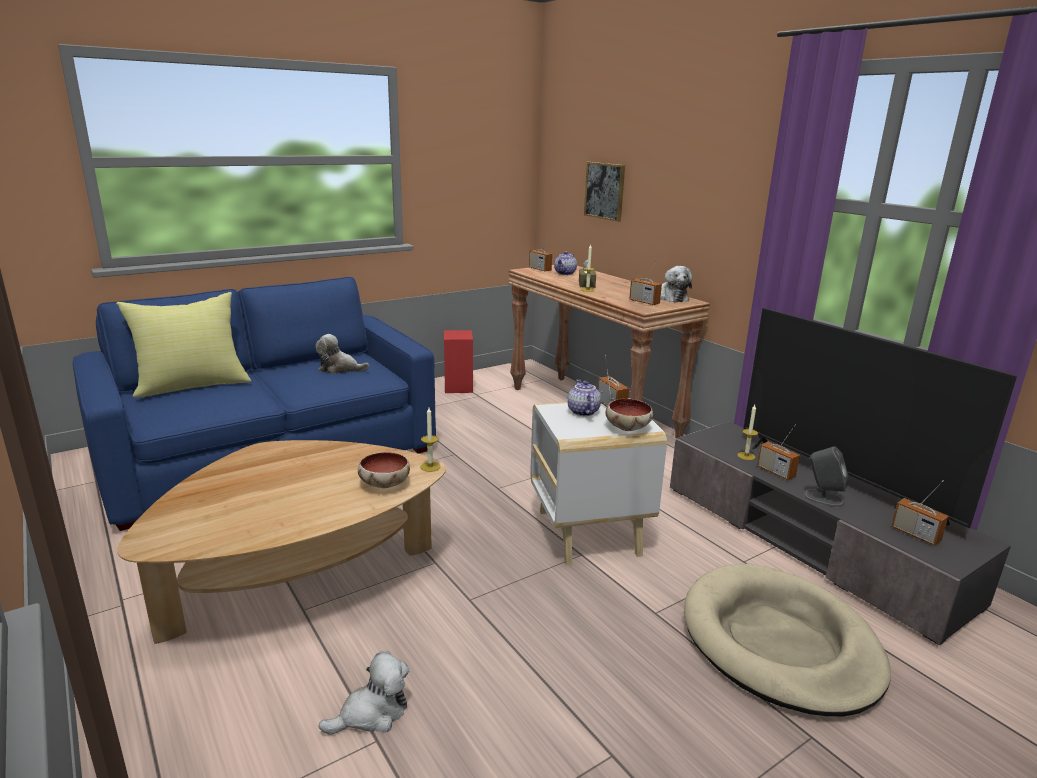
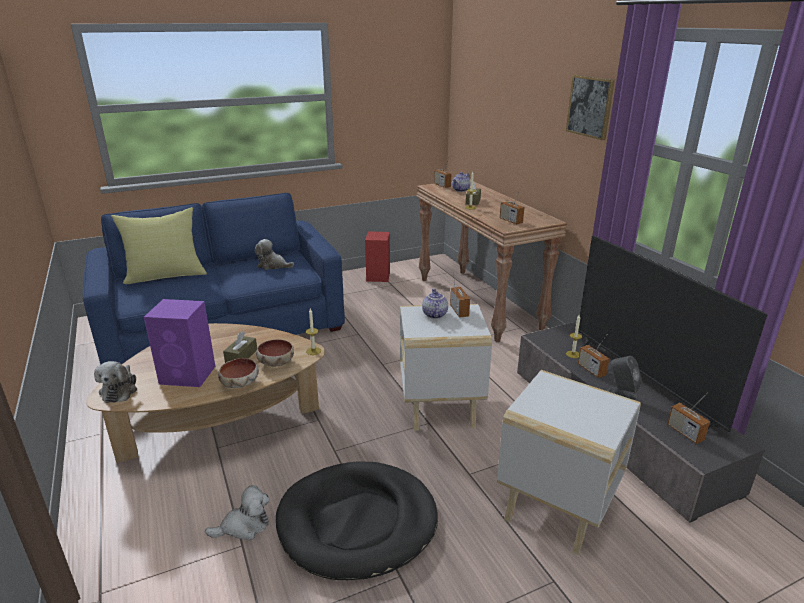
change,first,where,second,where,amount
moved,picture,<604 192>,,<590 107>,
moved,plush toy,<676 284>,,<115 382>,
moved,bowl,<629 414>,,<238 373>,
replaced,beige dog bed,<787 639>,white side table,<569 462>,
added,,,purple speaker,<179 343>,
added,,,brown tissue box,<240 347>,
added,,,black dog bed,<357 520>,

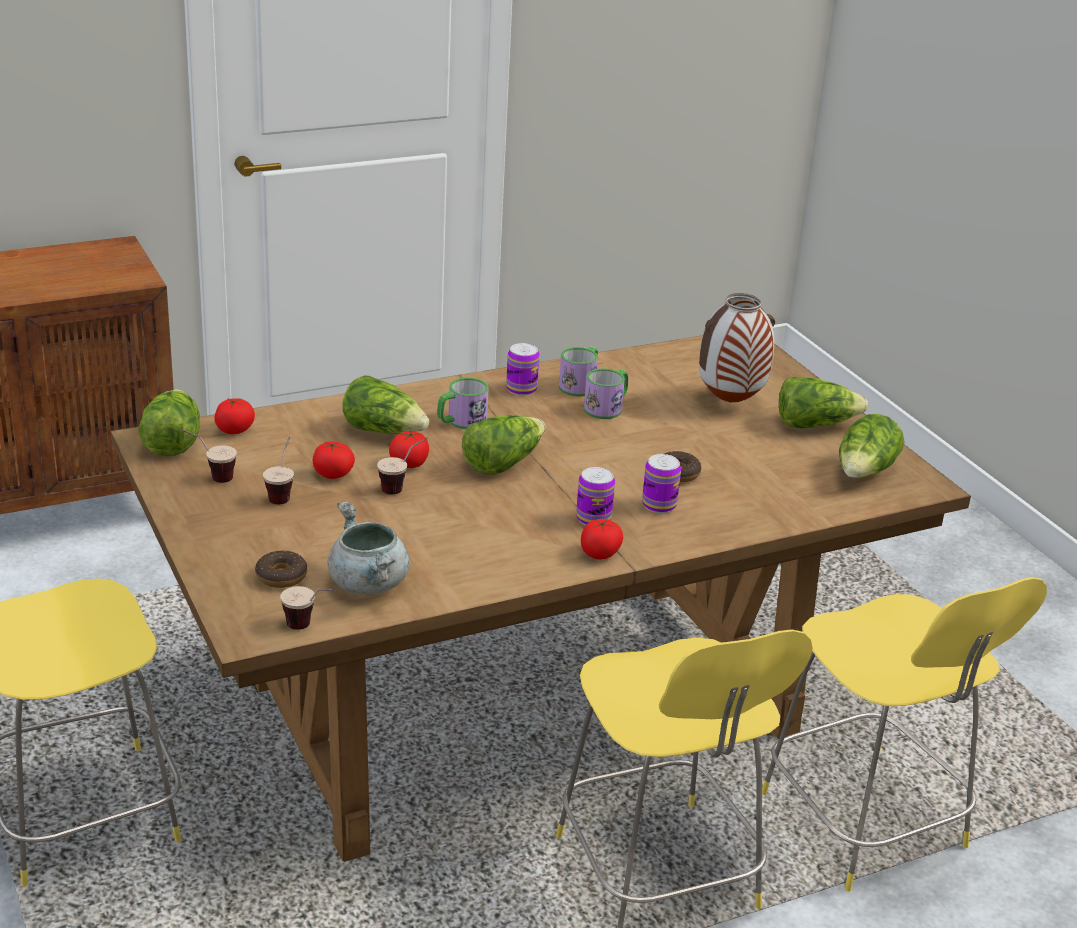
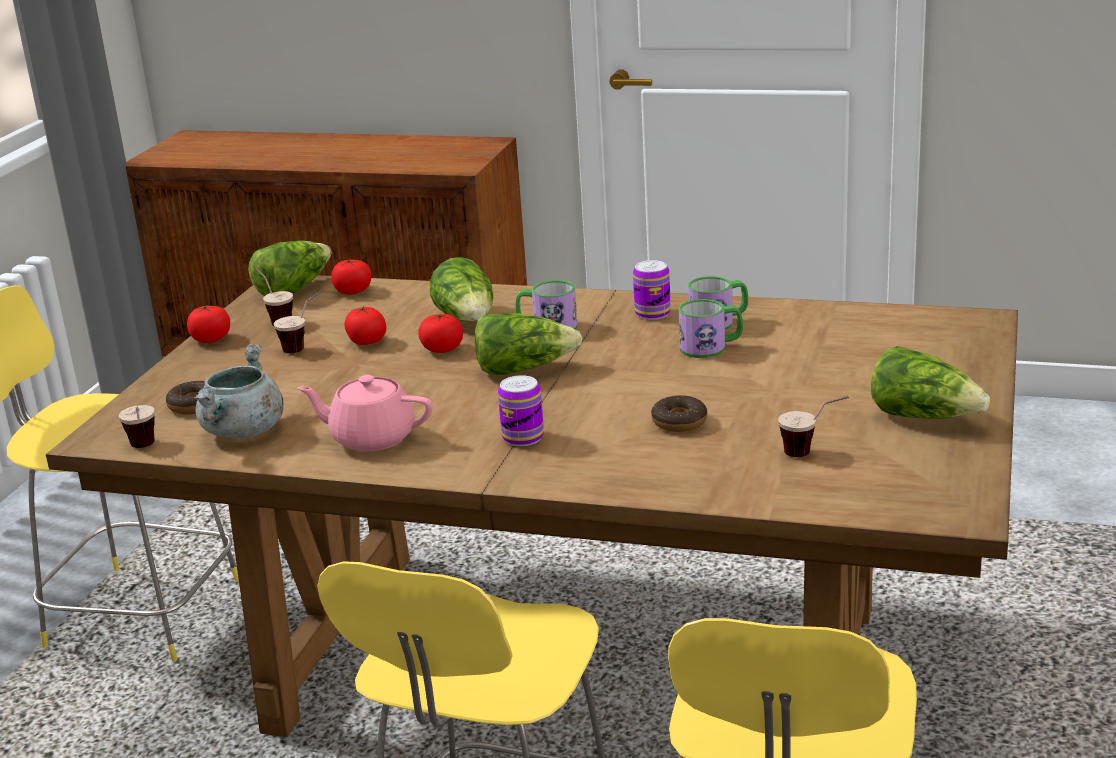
change,first,where,second,where,amount
removed,vase,<737 348>,,,
removed,lettuce,<872 446>,,,
moved,cup,<402 466>,,<813 426>,
removed,can,<661 483>,,,
moved,tomato,<602 539>,,<208 324>,
added,,,pink teapot,<365 413>,

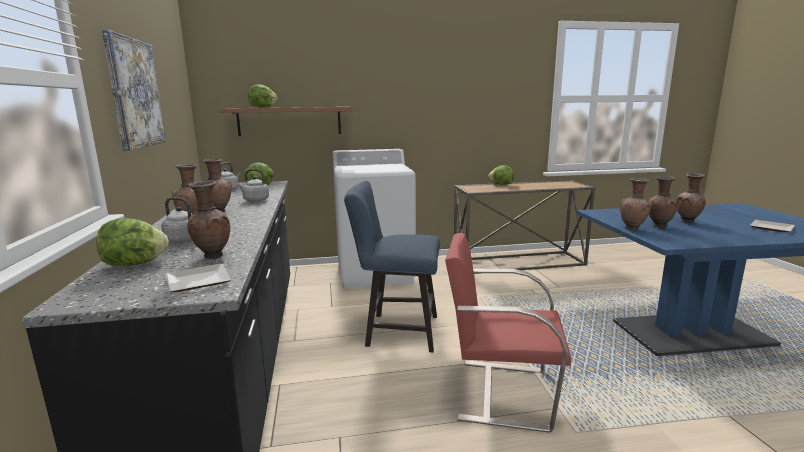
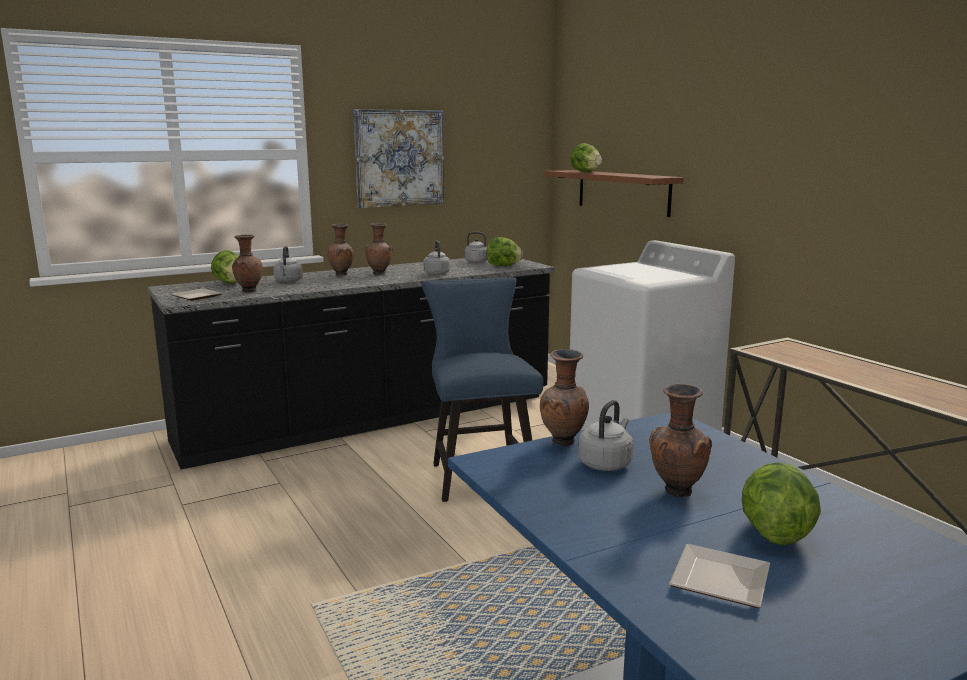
change,first,where,second,where,amount
moved,lettuce,<501 175>,,<781 503>,
replaced,brown vase,<663 202>,grey kettle,<605 435>,
removed,red chair,<508 333>,,,

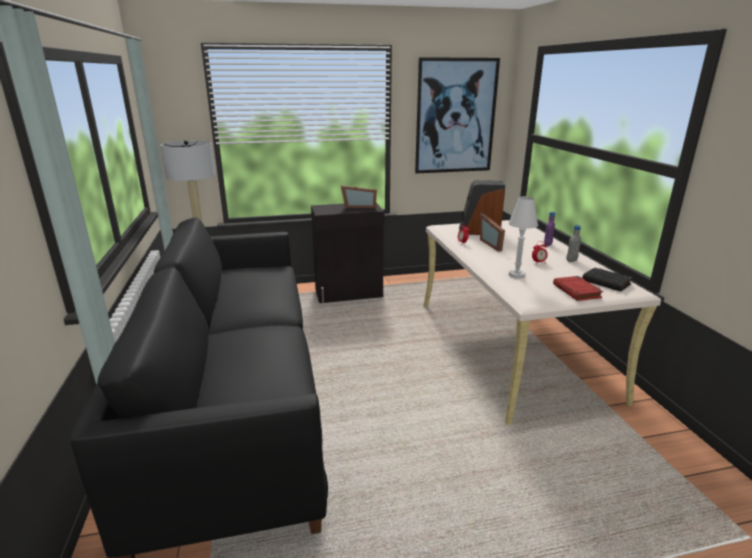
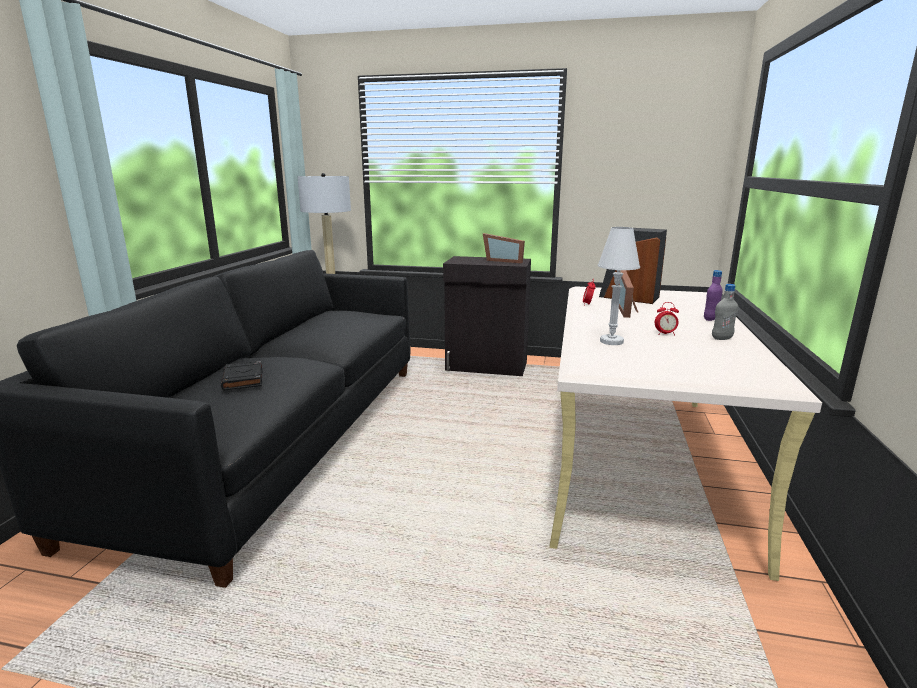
change,first,where,second,where,amount
removed,picture,<457 115>,,,
moved,black book,<607 280>,,<241 375>,
removed,red book,<578 288>,,,

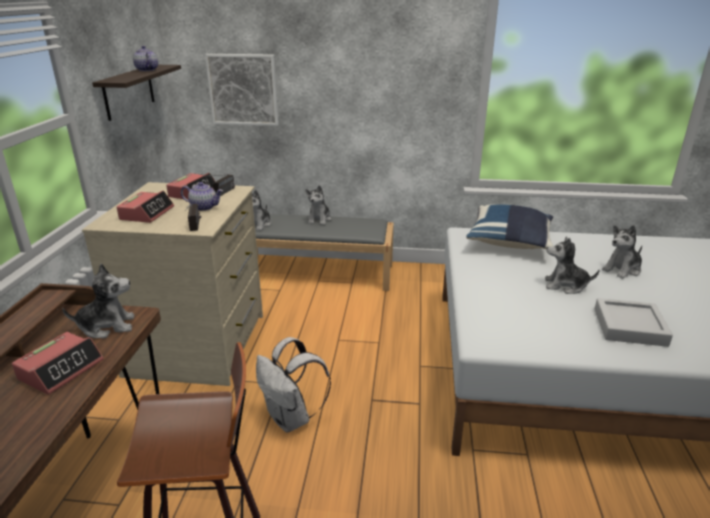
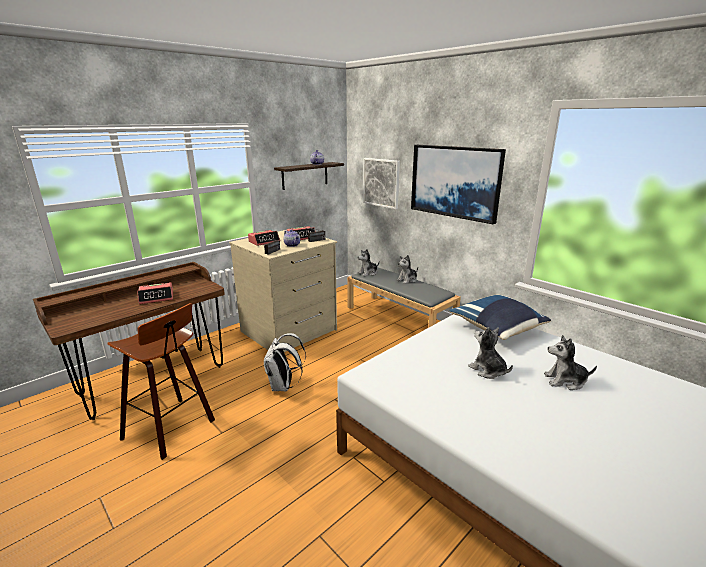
change,first,where,second,where,amount
removed,plush toy,<98 300>,,,
removed,grey tray,<634 322>,,,
added,,,picture,<458 184>,

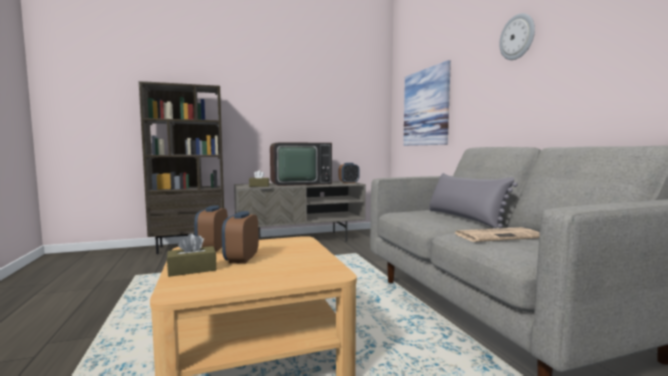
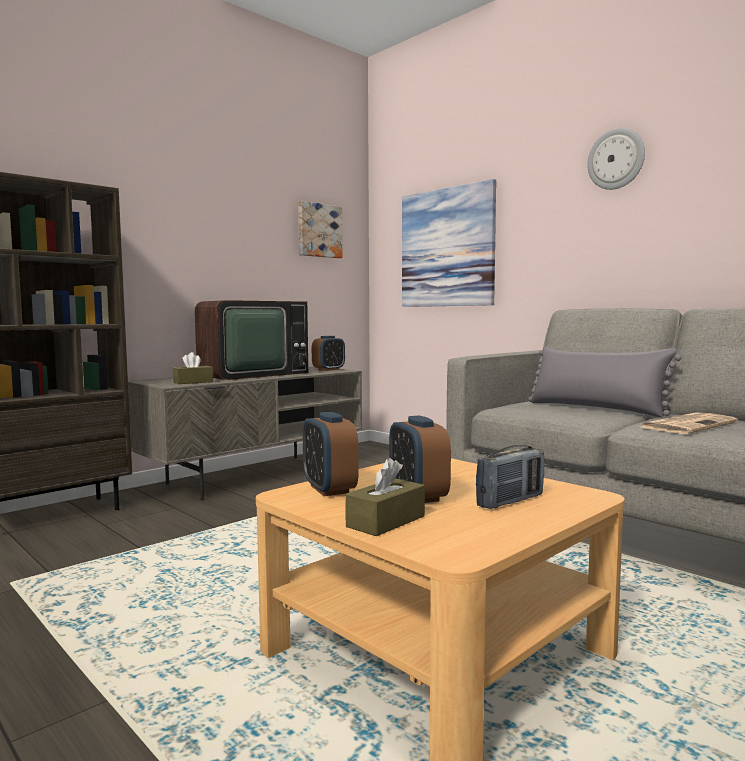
change,first,where,second,where,amount
added,,,picture,<320 229>,
added,,,radio,<510 477>,

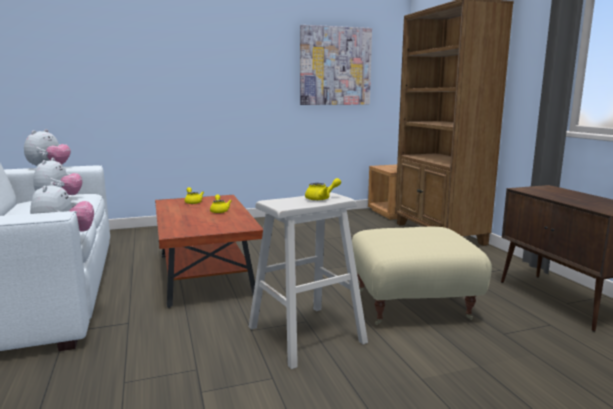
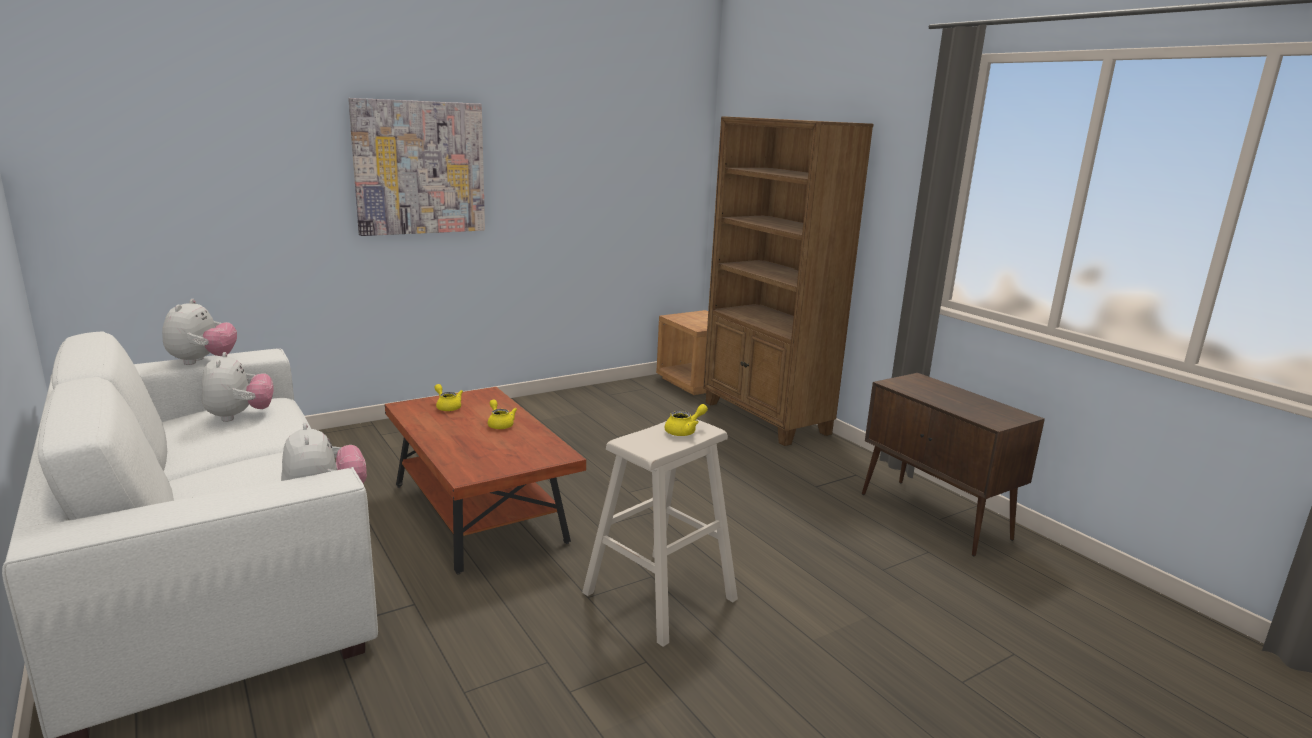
change,first,where,second,where,amount
moved,picture,<336 65>,,<416 167>,
removed,beige ottoman,<422 276>,,,

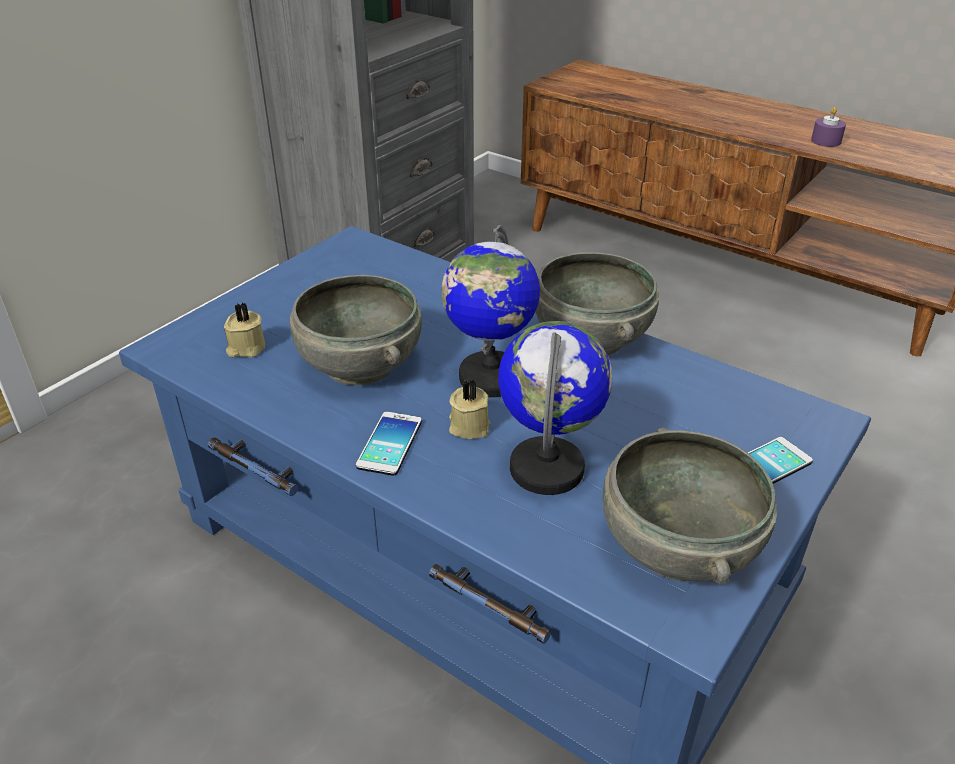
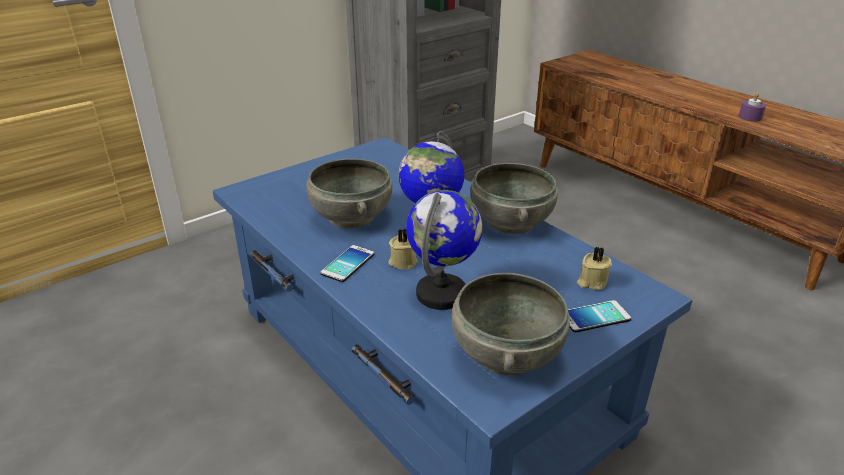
change,first,where,second,where,amount
moved,beige candle,<244 330>,,<594 268>,

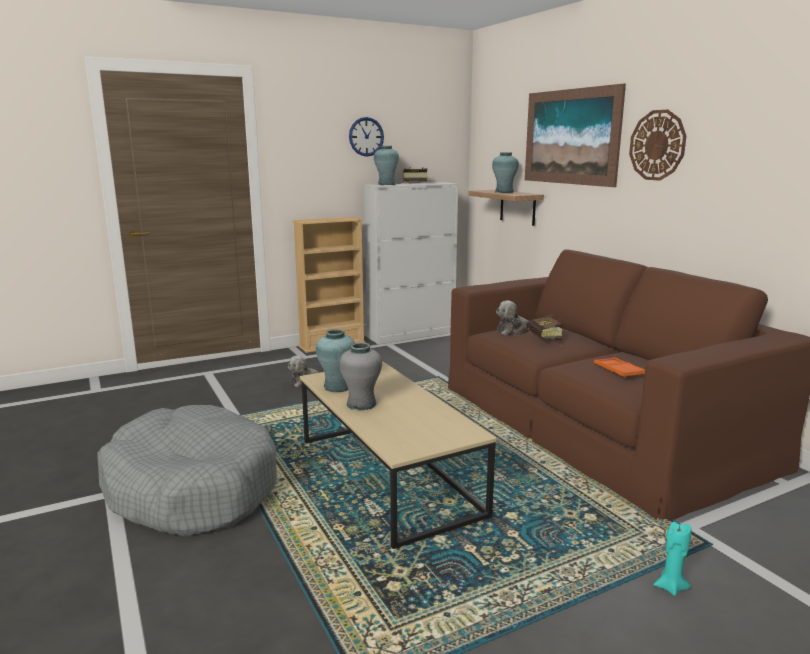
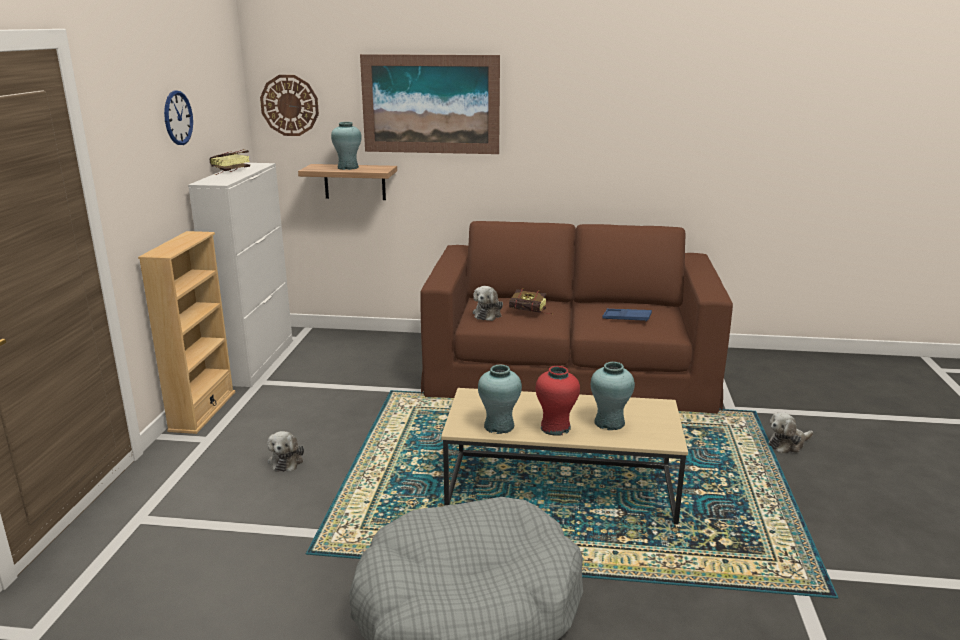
change,first,where,second,where,amount
moved,wall clock,<657 145>,,<289 105>,
moved,turquoise vase,<386 165>,,<613 396>,
recoloured,grey vase,<360 376>,red vase,<558 401>,
recoloured,orange tray,<619 367>,blue tray,<627 315>,
replaced,turquoise candle,<672 559>,plush toy,<790 432>,

